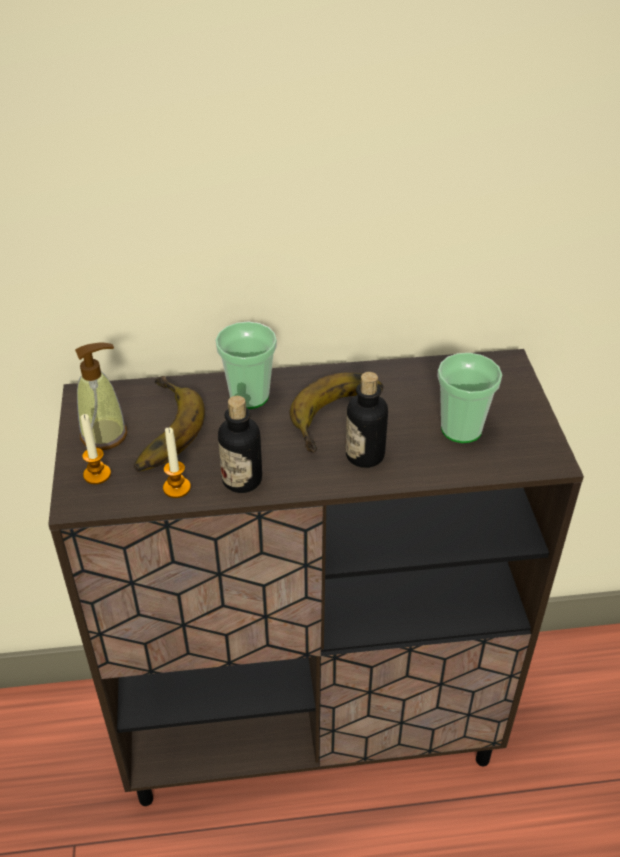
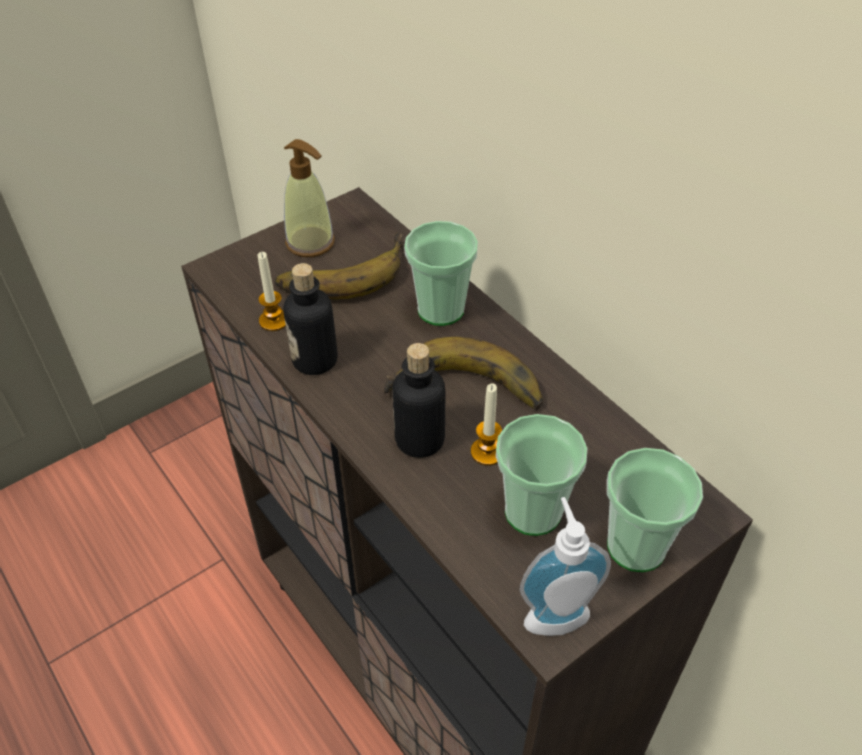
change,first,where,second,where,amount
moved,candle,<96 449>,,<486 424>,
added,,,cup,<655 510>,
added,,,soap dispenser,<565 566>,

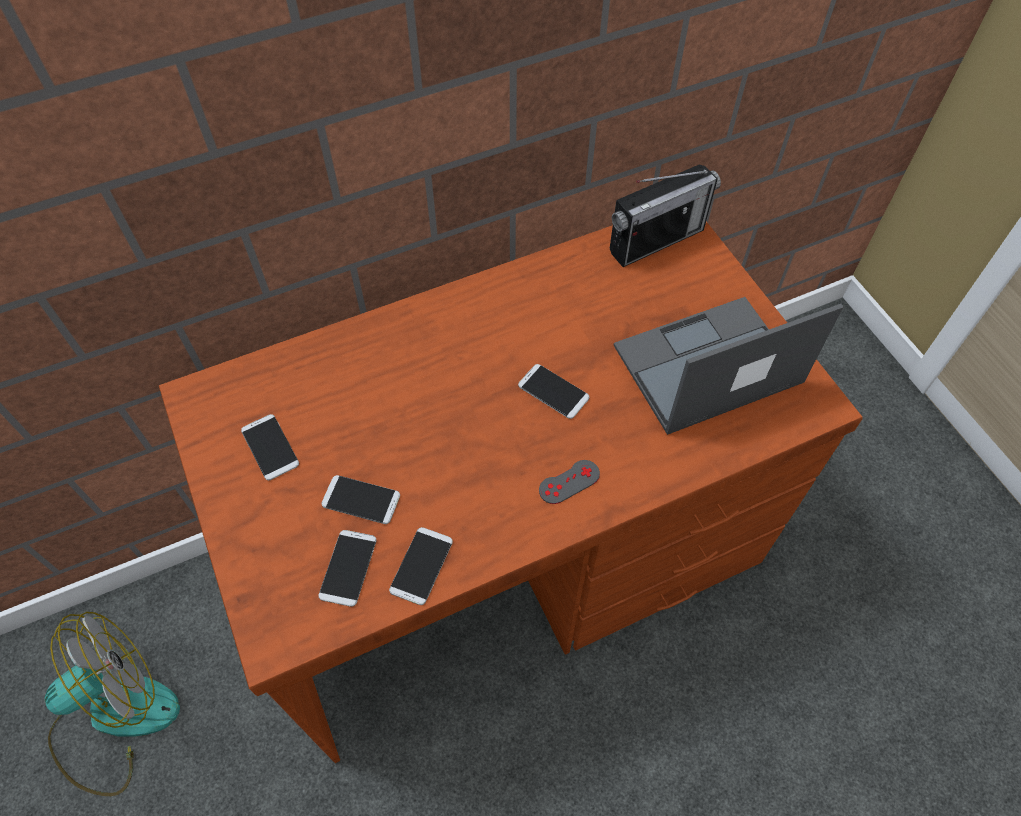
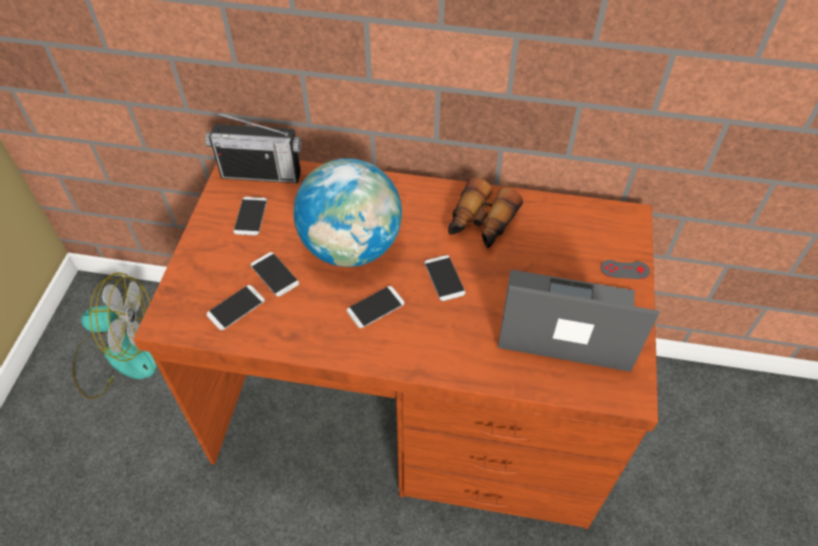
change,first,where,second,where,amount
moved,radio,<665 215>,,<253 147>,
moved,grey game controller,<569 482>,,<625 269>,
moved,phone,<421 566>,,<375 307>,
added,,,globe,<347 212>,
added,,,binoculars,<485 212>,

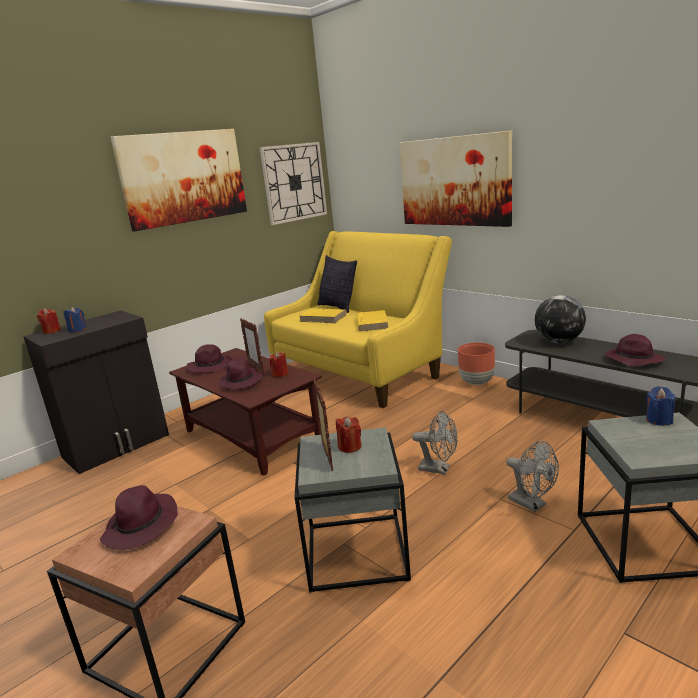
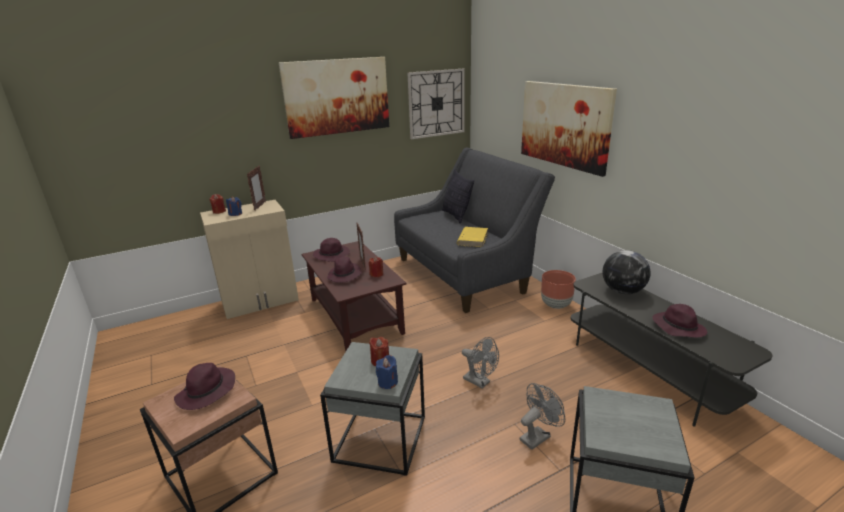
change,first,where,second,where,amount
recoloured,yellow sofa,<358 319>,grey sofa,<474 230>,
removed,yellow book,<323 315>,,,
recoloured,black cabinet,<96 392>,beige cabinet,<249 259>,
moved,picture frame,<323 424>,,<256 188>,
moved,blue candle,<660 406>,,<387 372>,
turned,grey fan,<532 476>,,<542 416>,105 degrees counterclockwise

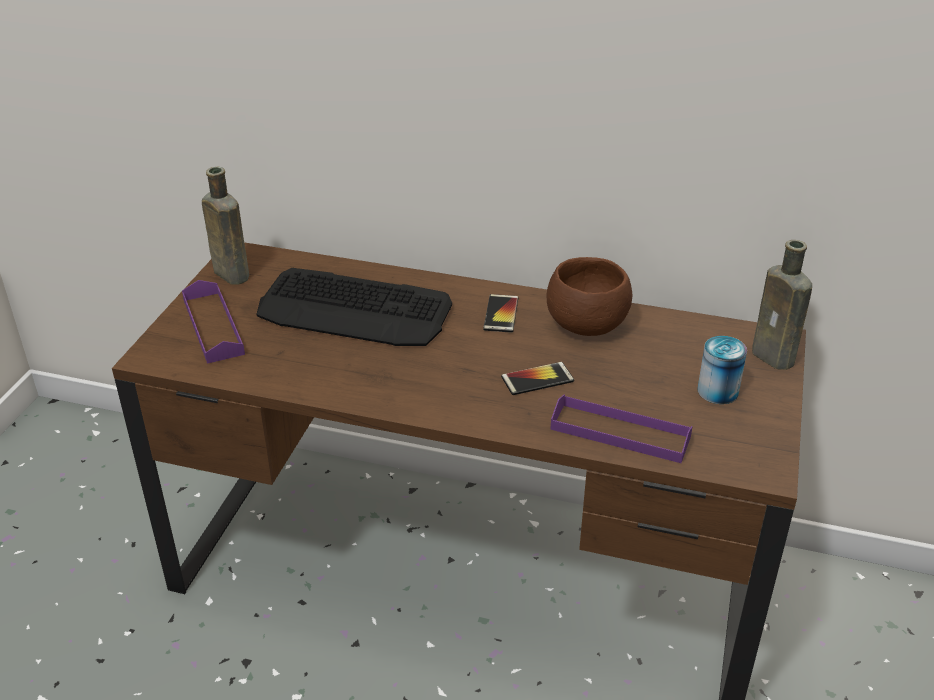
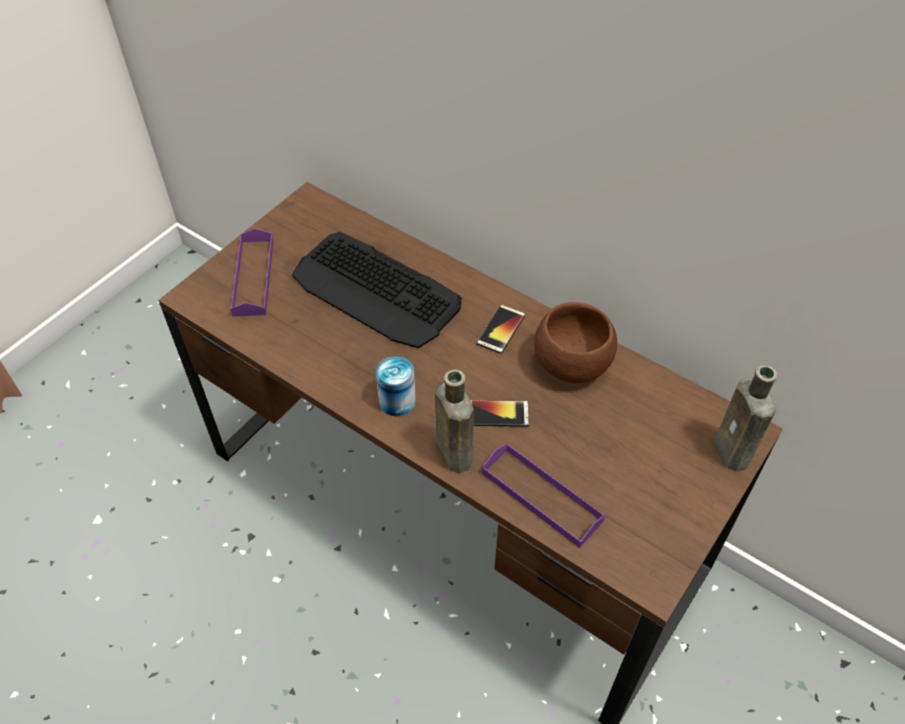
change,first,where,second,where,amount
moved,brown bottle,<225 225>,,<454 421>,
moved,can,<722 370>,,<396 386>,

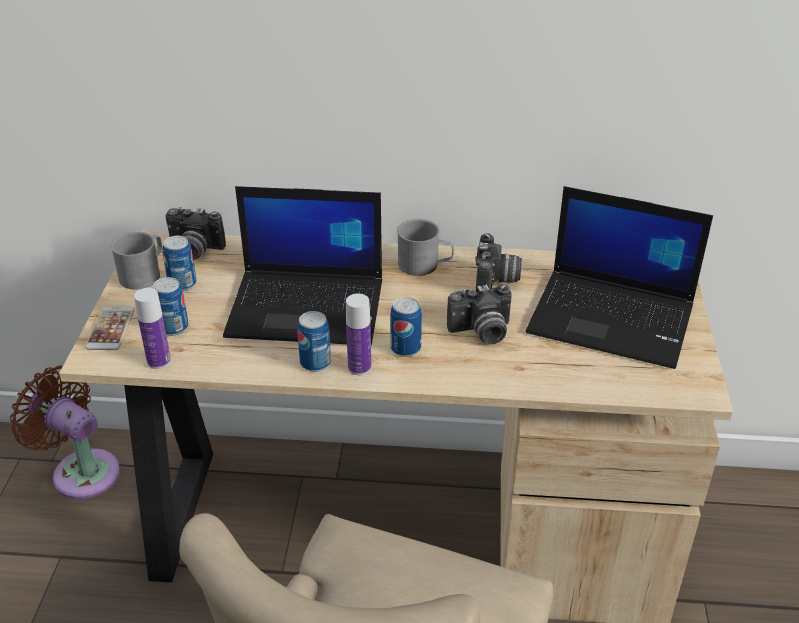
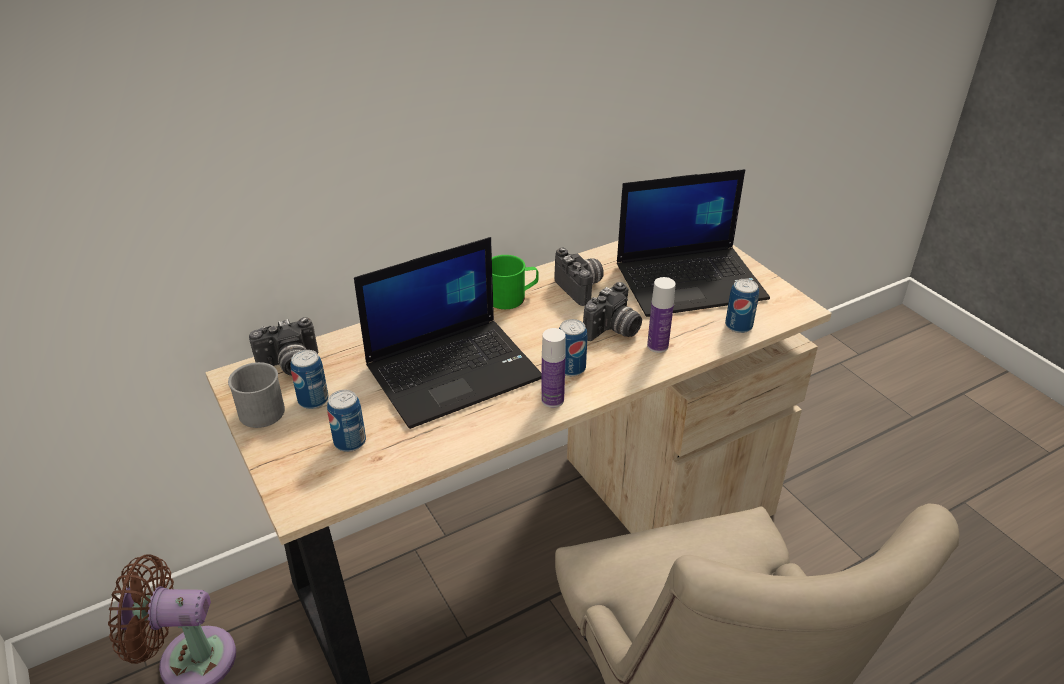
change,first,where,second,where,amount
recoloured,grey mug,<425 247>,green mug,<515 282>,
moved,bottle,<152 328>,,<661 315>,
removed,phone,<110 328>,,,
moved,can,<314 341>,,<742 306>,

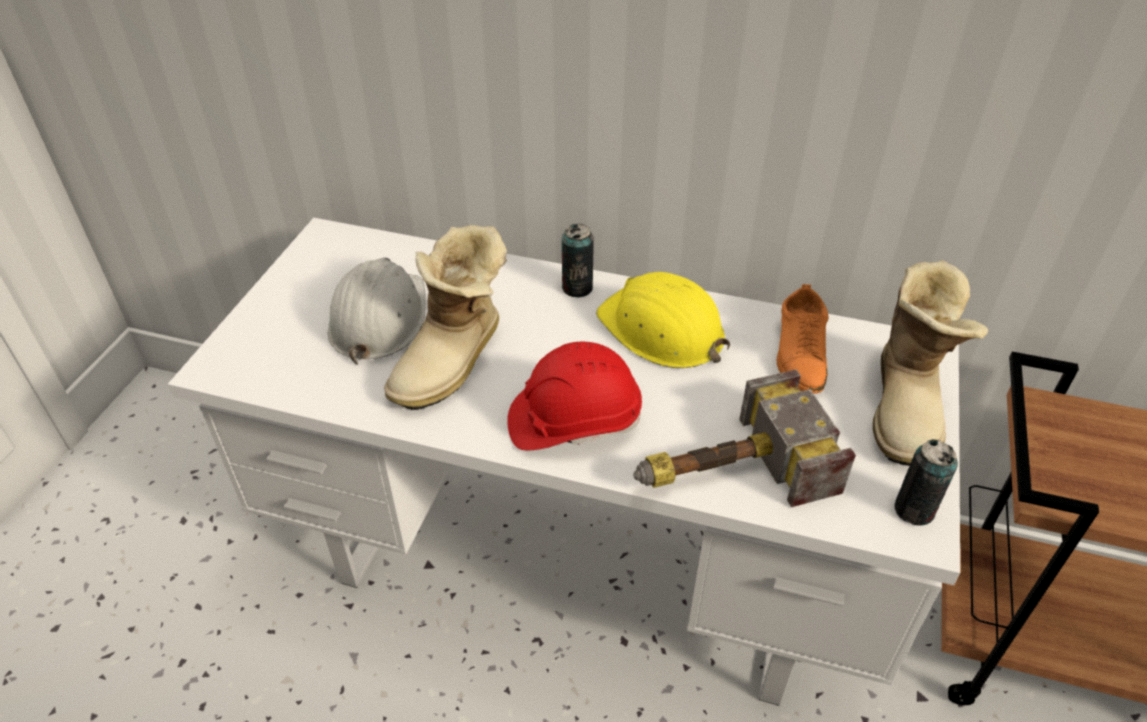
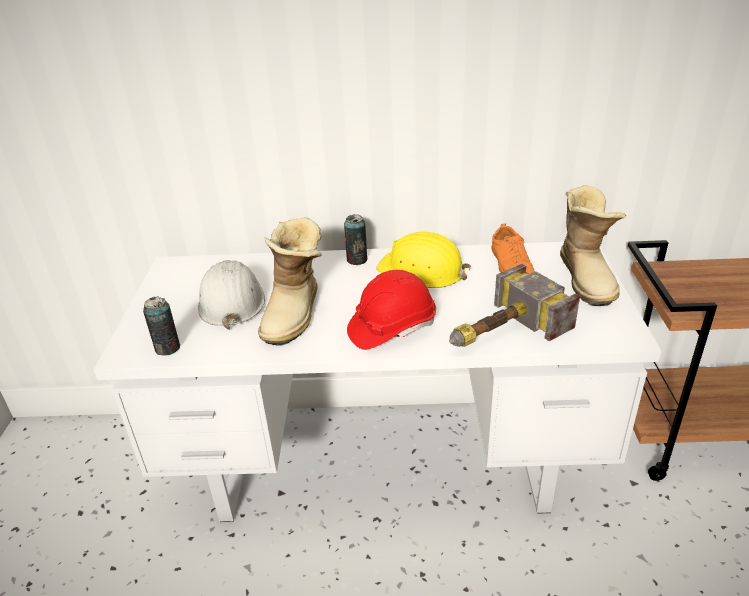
change,first,where,second,where,amount
moved,can,<926 482>,,<161 326>,

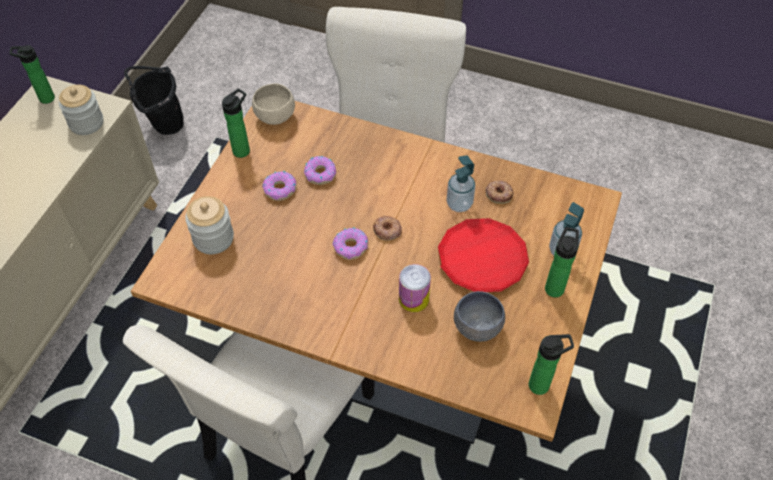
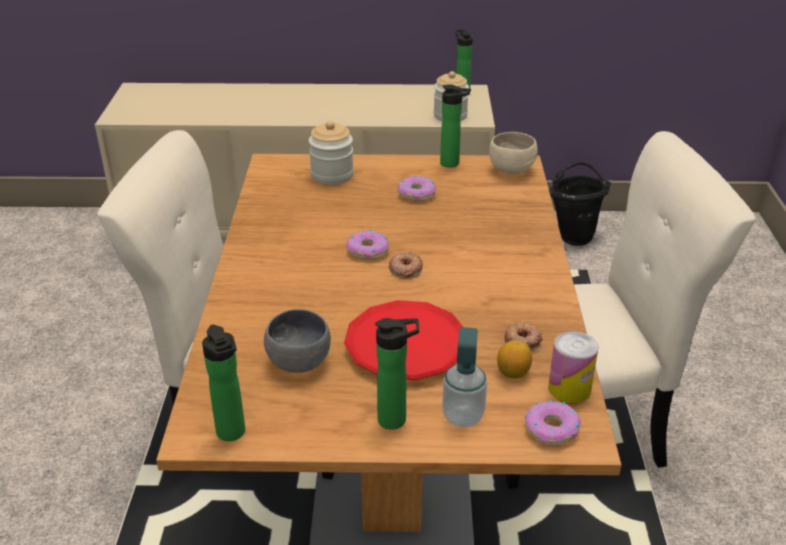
change,first,where,second,where,amount
removed,soap dispenser,<460 183>,,,
moved,donut,<320 170>,,<552 423>,
moved,can,<415 288>,,<573 367>,
added,,,lemon,<514 360>,

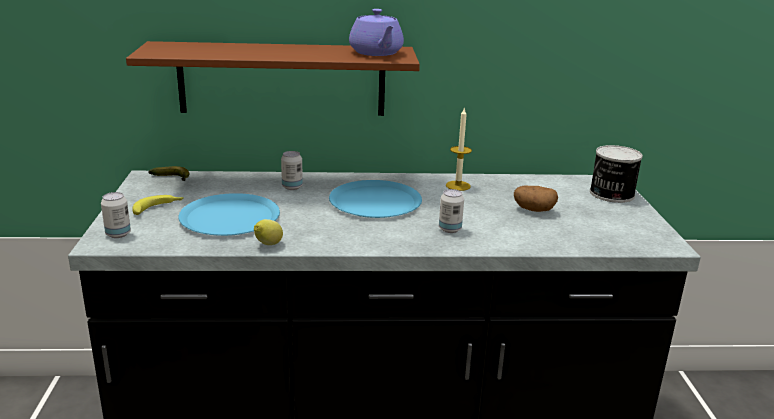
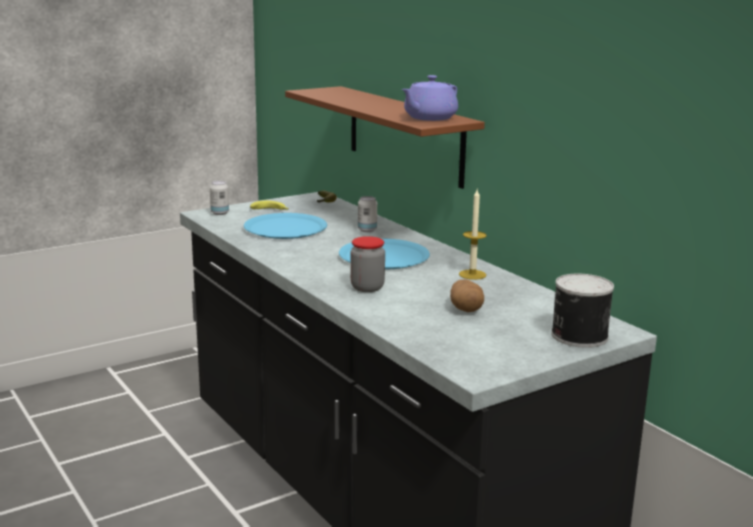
change,first,where,second,where,amount
replaced,can,<451 211>,jar,<367 264>,
removed,lemon,<268 232>,,,

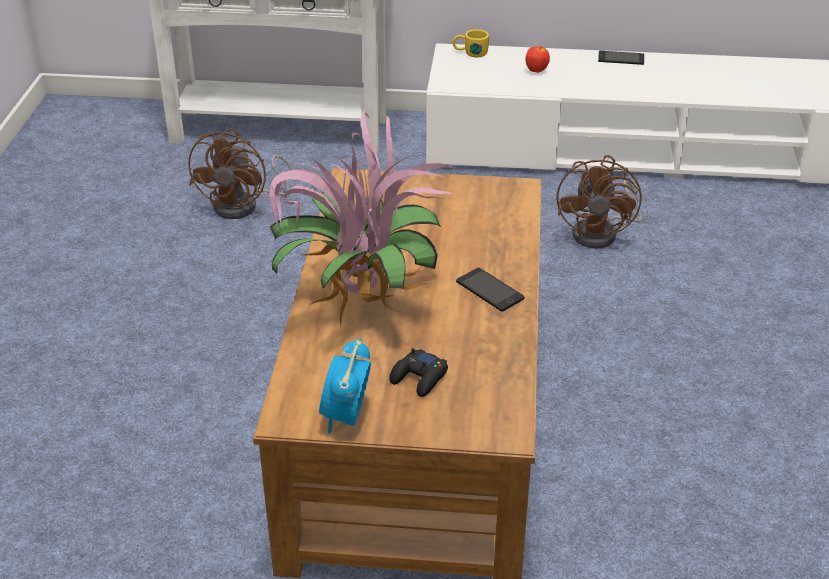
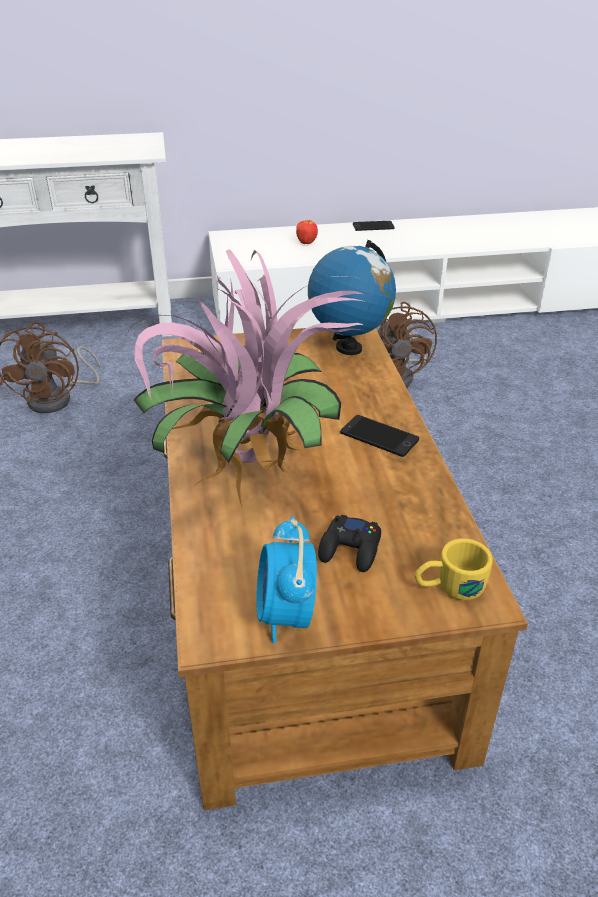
change,first,where,second,where,amount
moved,yellow mug,<470 43>,,<454 569>,
added,,,globe,<352 297>,

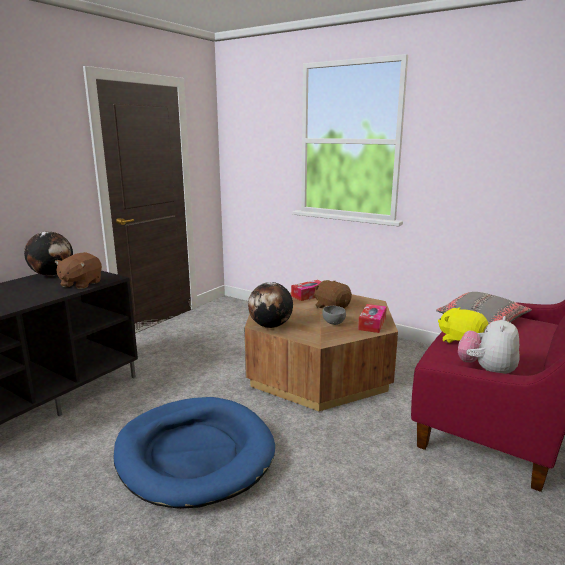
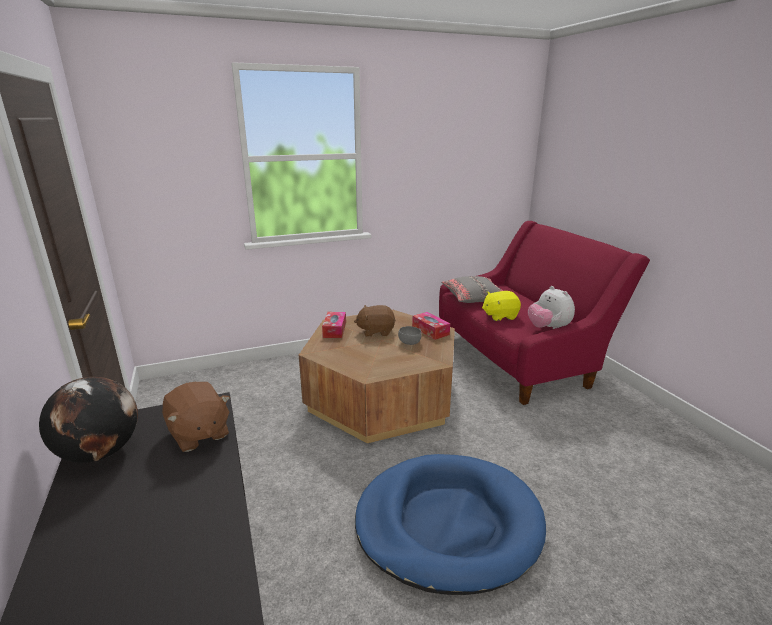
change,first,where,second,where,amount
removed,globe,<270 305>,,,

